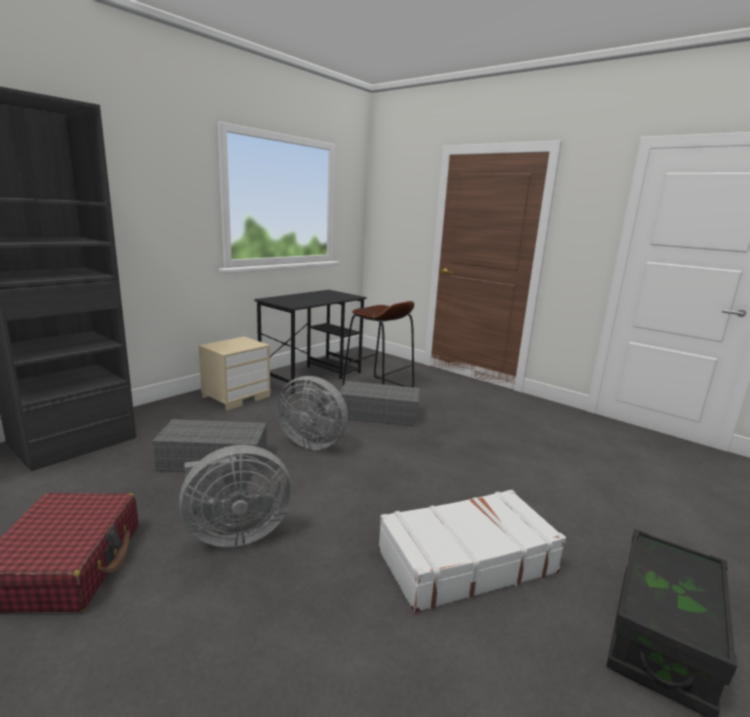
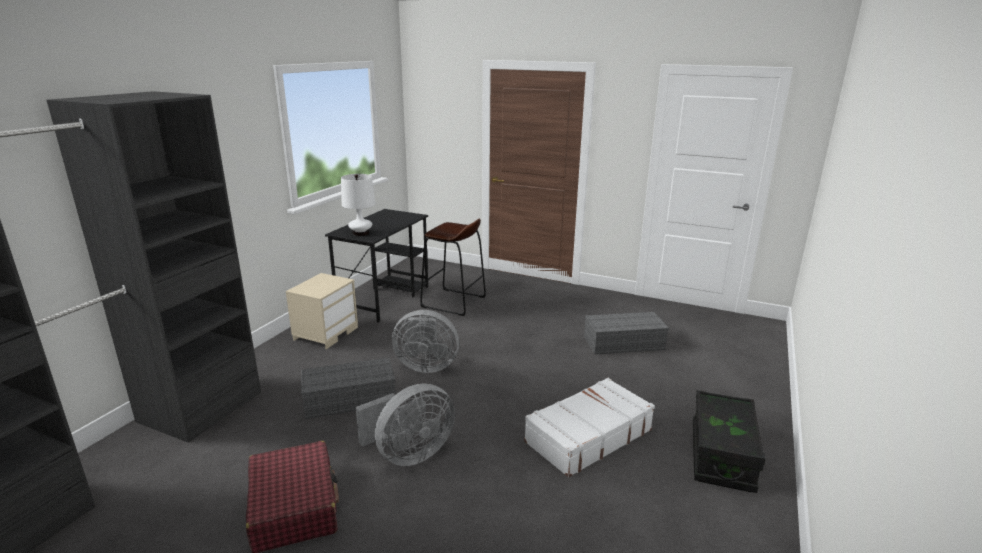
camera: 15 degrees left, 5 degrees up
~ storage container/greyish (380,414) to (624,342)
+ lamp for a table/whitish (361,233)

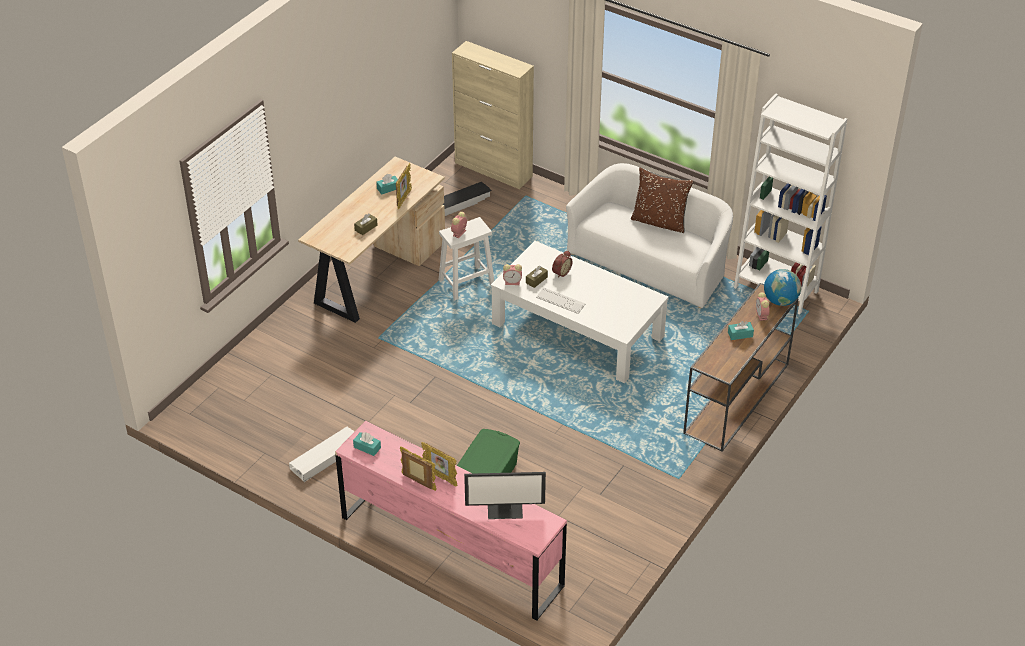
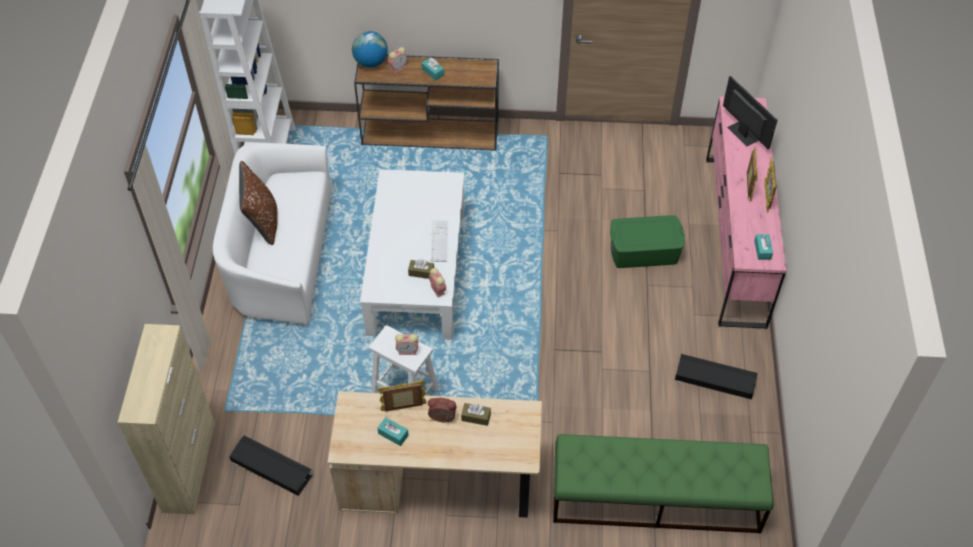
camera: 120 degrees left, 10 degrees up
~ storage container/whitish (326,457) to storage container/blackish (714,379)
~ table clock (560,272) to (442,418)
+ indoor bench/greenish (655,499)

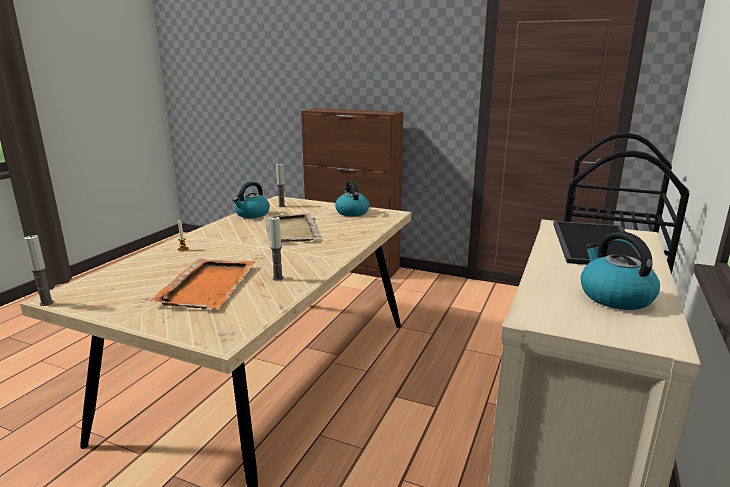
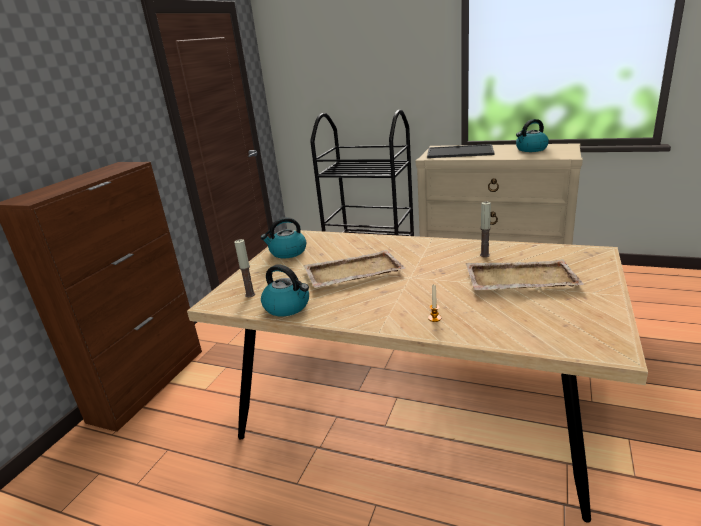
camera: 90 degrees left, 5 degrees up
- wax light (46,303)
~ tray/orangey (209,285) to tray/beige (519,278)

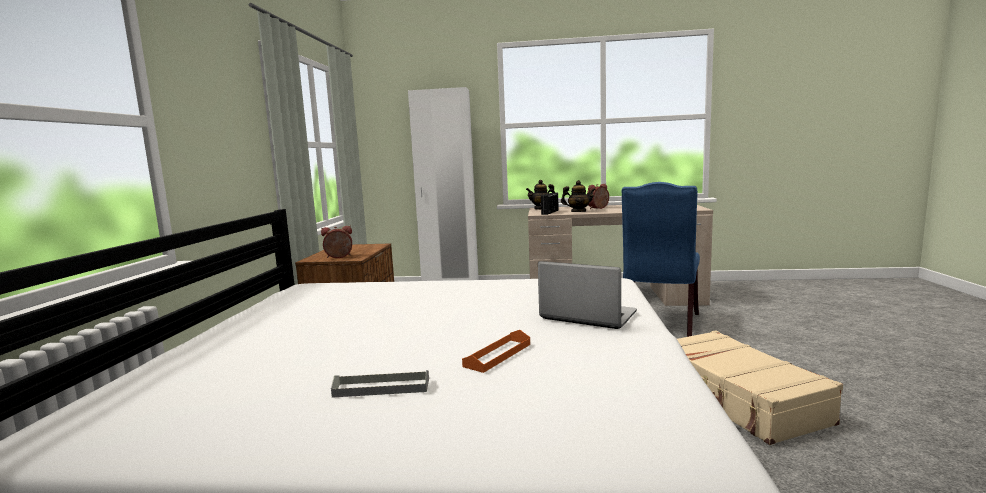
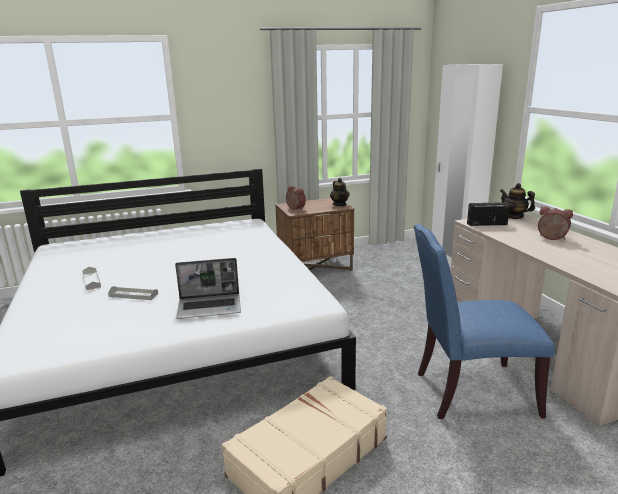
camera: 65 degrees right, 10 degrees up
~ tray/orangey (498,355) to tray/greyish (133,295)
~ laptop (586,316) = (210,307) 75 degrees clockwise
~ pot for tea (578,212) to (339,204)

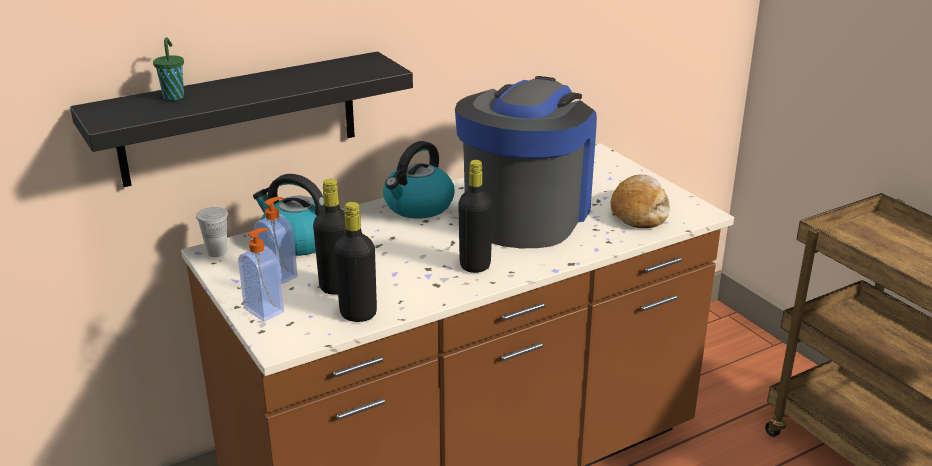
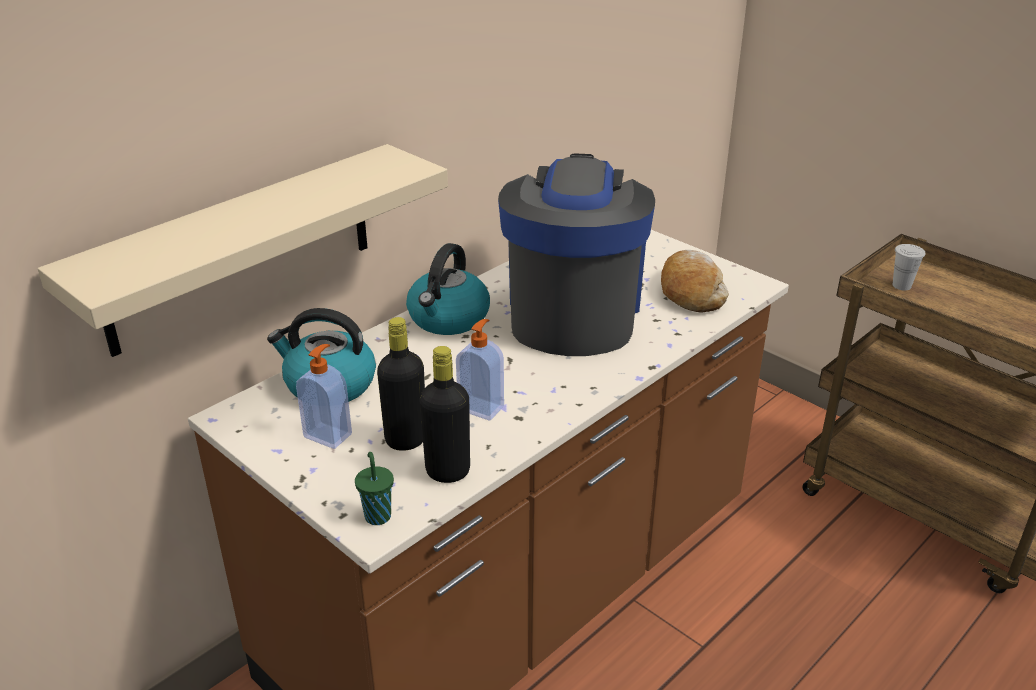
camera: 15 degrees left, 5 degrees up
~ wall shelf/blackish (239,119) to wall shelf/beige (241,248)
~ drinking cup/greenish (174,96) to (377,515)
~ drinking cup/whitish (217,252) to (901,285)
~ soap dispenser (265,310) to (481,407)
- drink bottle/blackish (475,265)

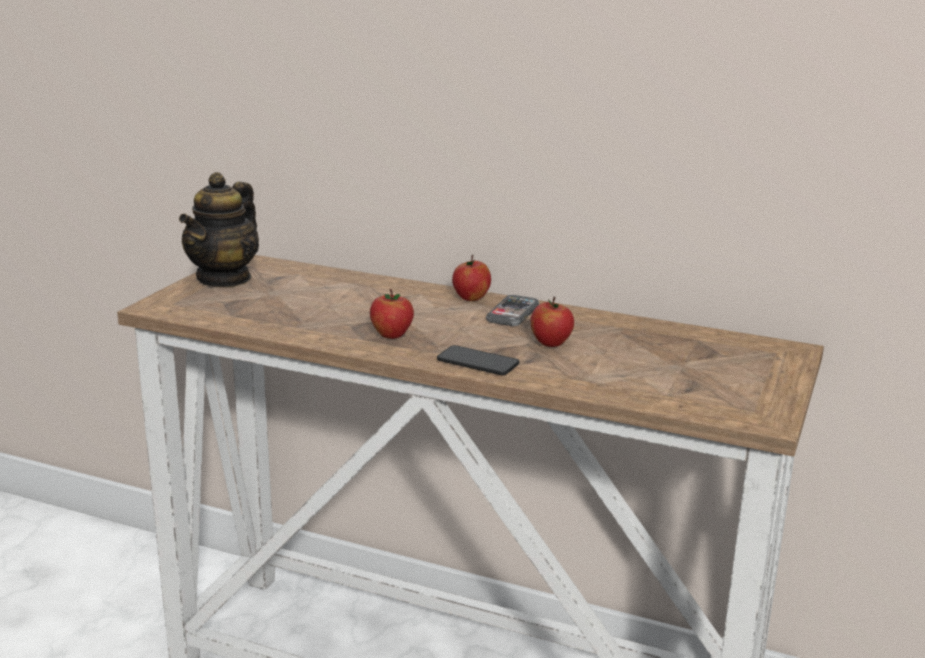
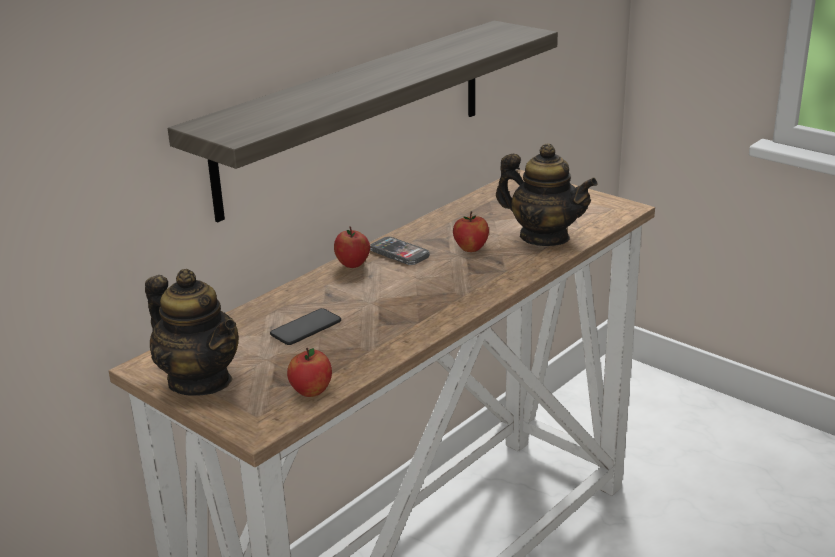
camera: 70 degrees left, 5 degrees up
~ apple fruit (391,335) to (311,391)
~ handset (477,362) to (306,328)
+ wall shelf (356,115)
+ pot for tea (544,237)

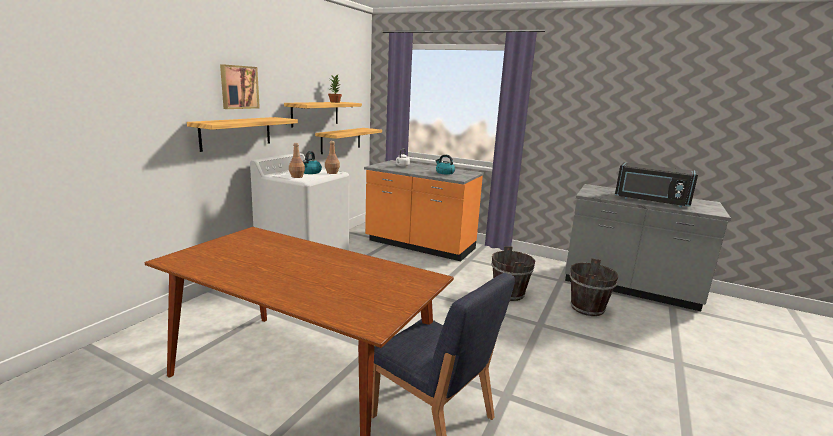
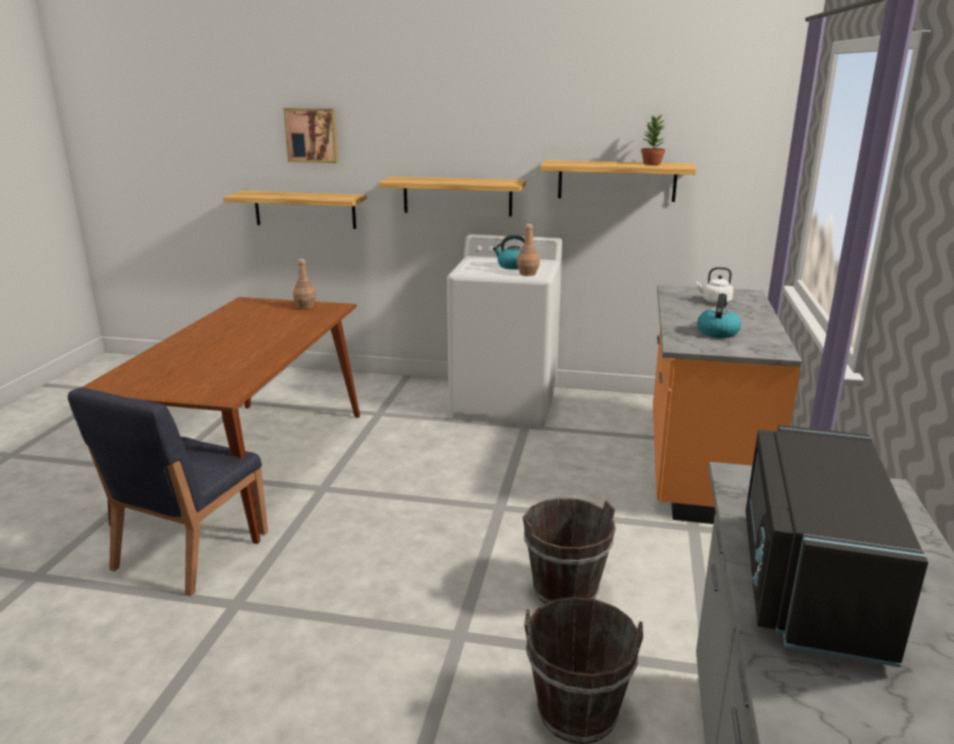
camera: 75 degrees right, 5 degrees up
~ wall picture (239,87) to (312,135)
~ drink bottle/brownish (296,176) to (305,306)
~ wall shelf (341,140) to (305,209)

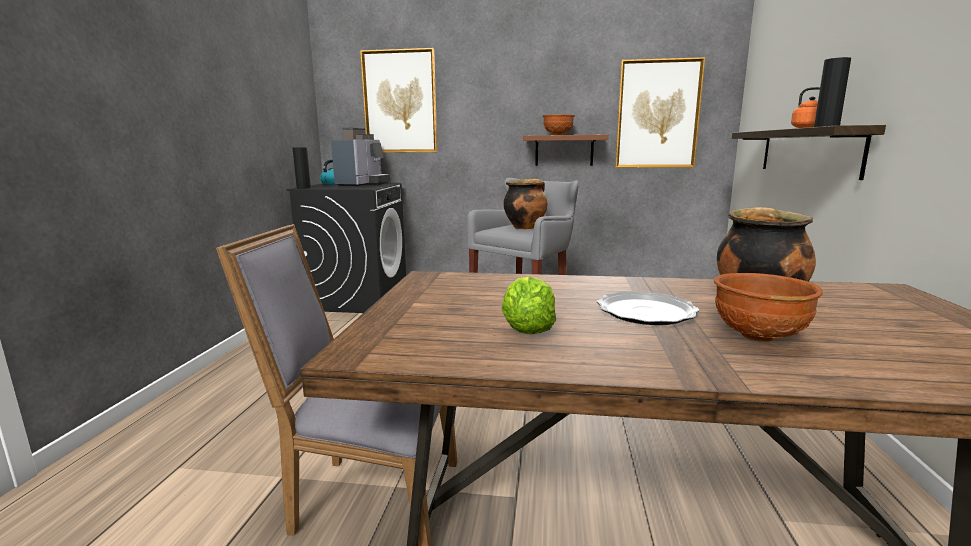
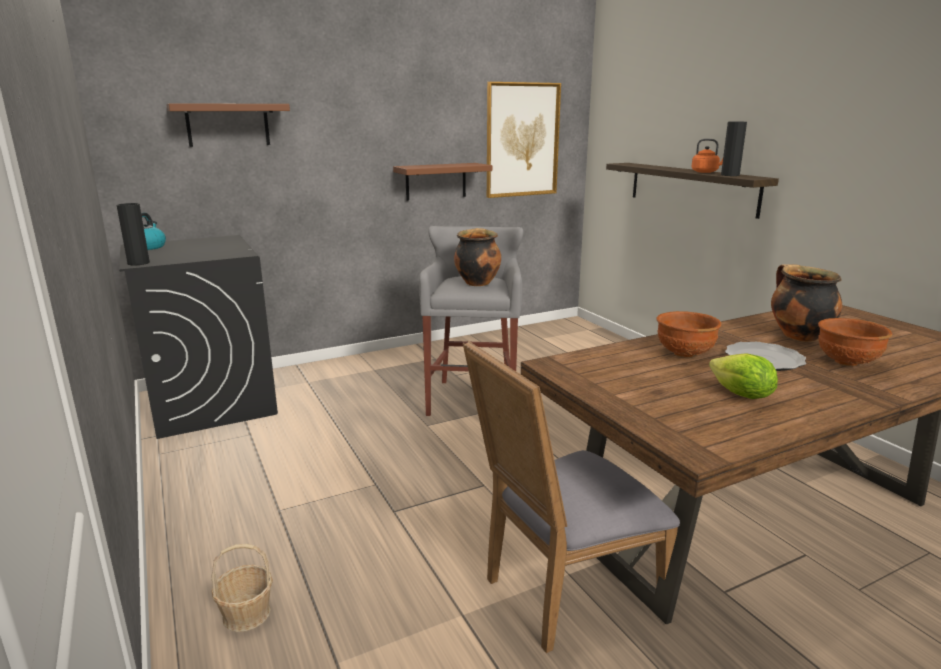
camera: 35 degrees left, 5 degrees up
- coffee brewer (363,184)
~ wall picture (400,102) to wall shelf/brownish (228,125)
~ deep dish/brownish (558,135) to (684,354)
+ basket (246,614)

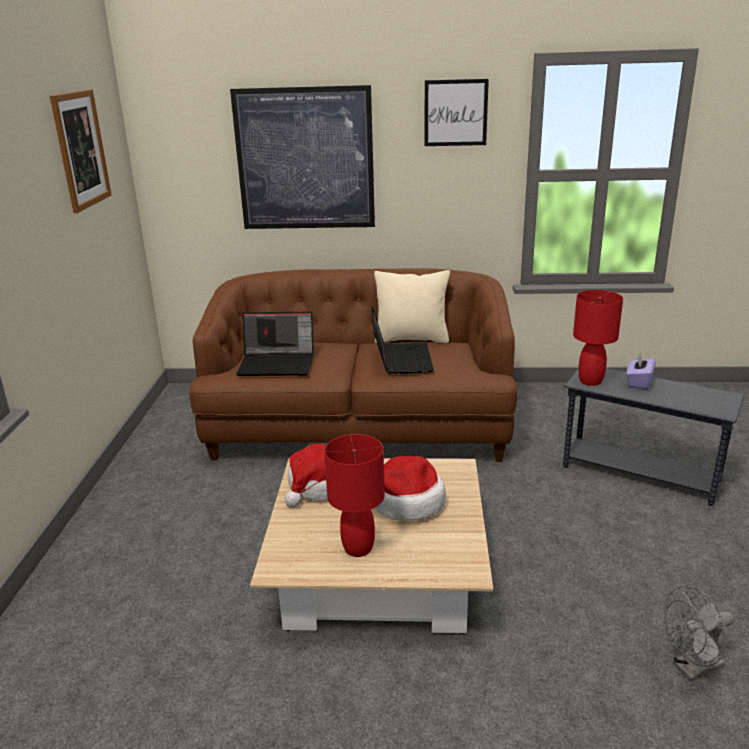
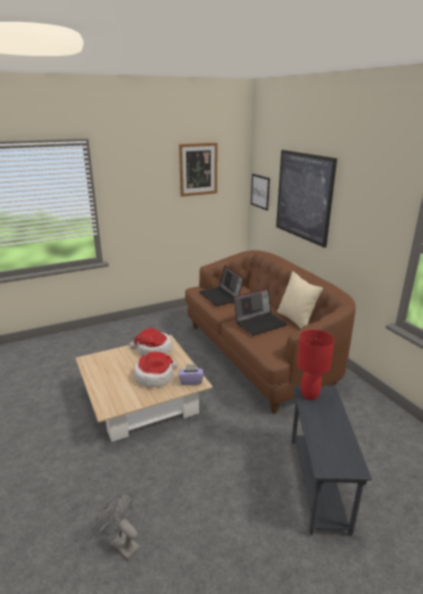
camera: 60 degrees right, 0 degrees up
- lamp for a table/red (357,548)
~ wall picture (455,113) to (260,191)
~ tissue holder/purplish (638,382) to (191,381)

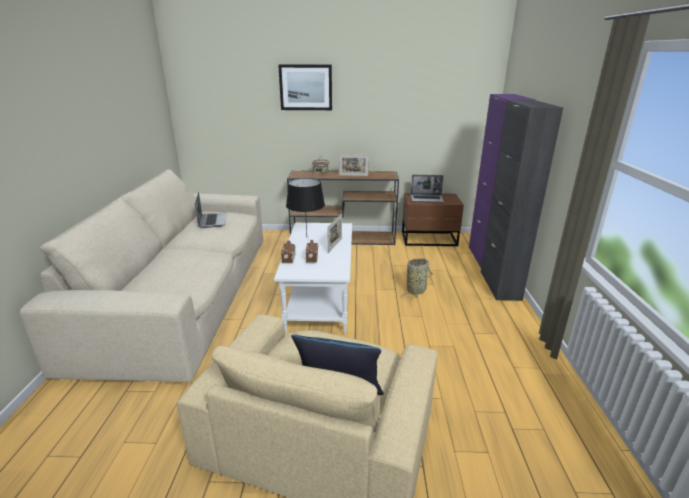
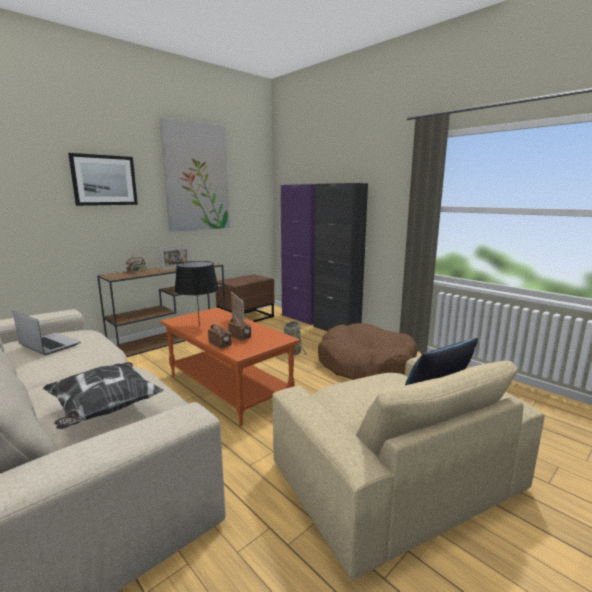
camera: 45 degrees left, 10 degrees down
~ low table/whitish (319,298) to low table/orangey (227,388)
- laptop (427,199)
+ pillow (104,410)
+ wall picture (197,177)
+ dog bed/brownish (366,365)

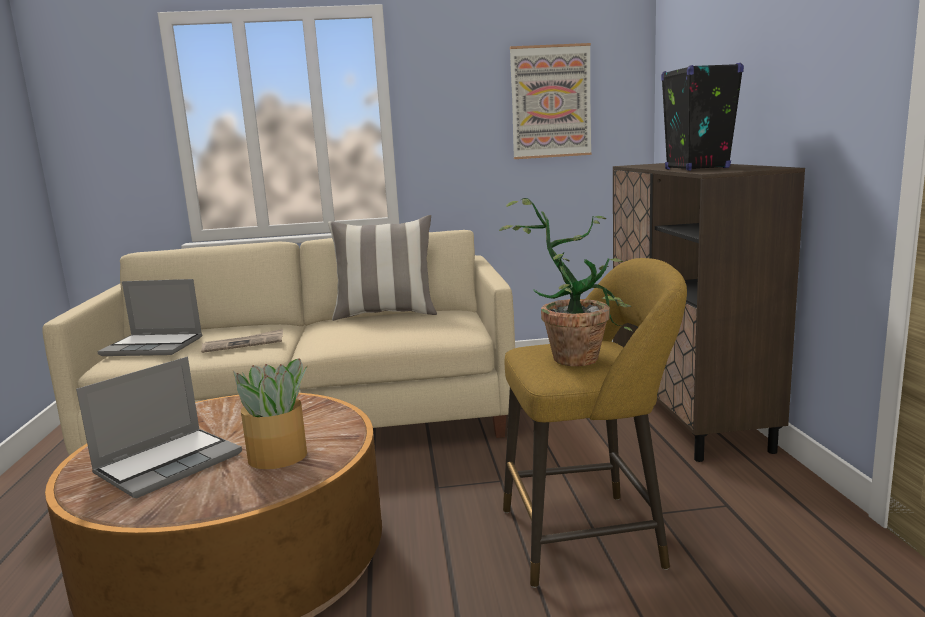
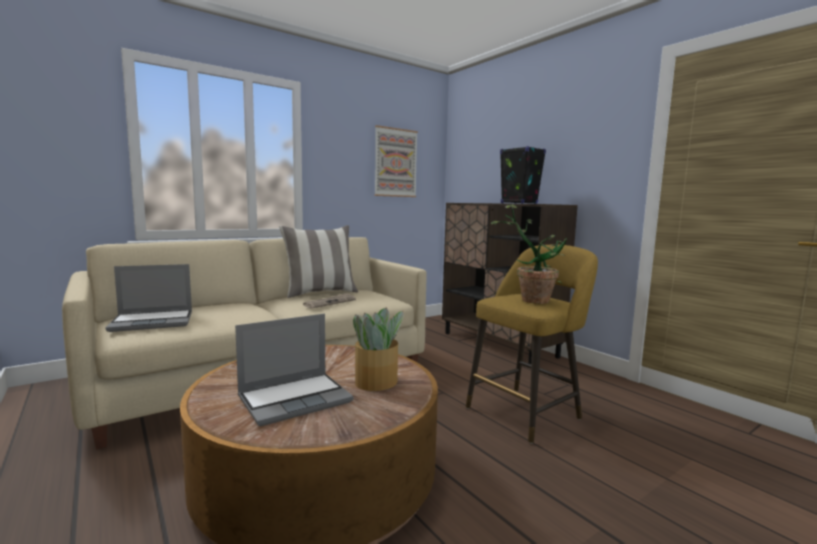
camera: 30 degrees left, 5 degrees down
~ laptop (169,463) = (296,399) 45 degrees clockwise
~ daily paper (244,344) to (330,302)

